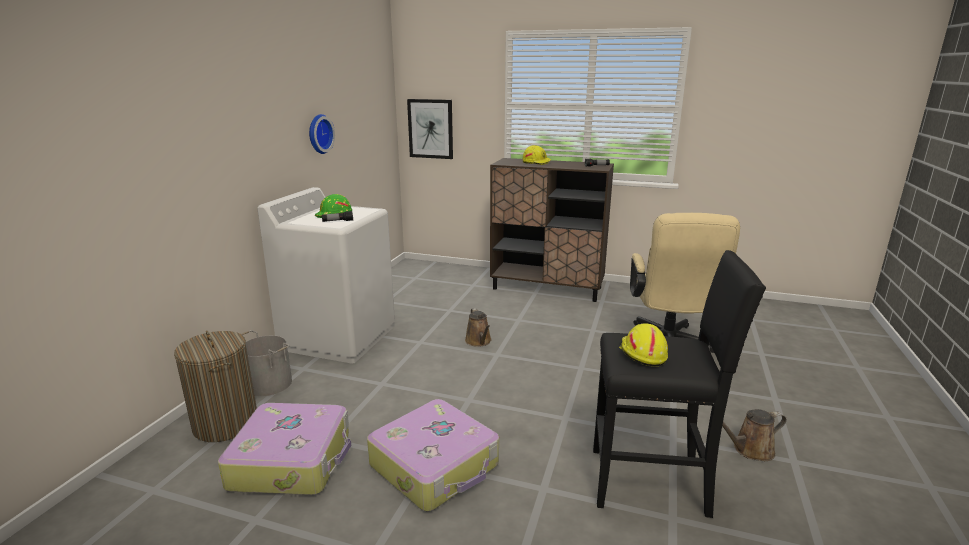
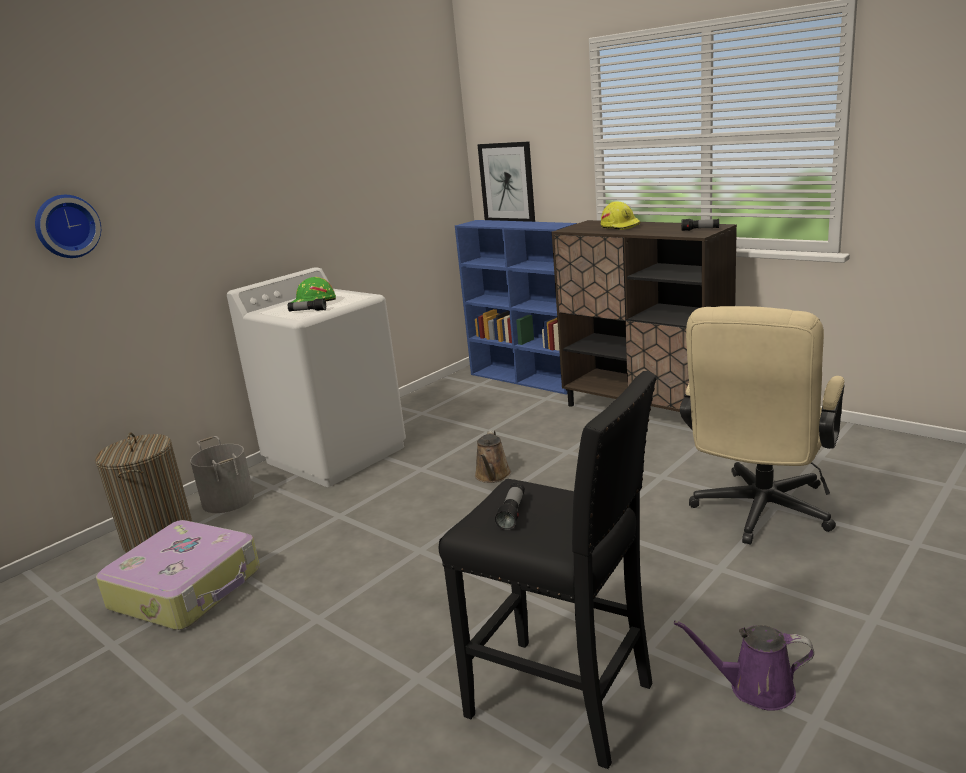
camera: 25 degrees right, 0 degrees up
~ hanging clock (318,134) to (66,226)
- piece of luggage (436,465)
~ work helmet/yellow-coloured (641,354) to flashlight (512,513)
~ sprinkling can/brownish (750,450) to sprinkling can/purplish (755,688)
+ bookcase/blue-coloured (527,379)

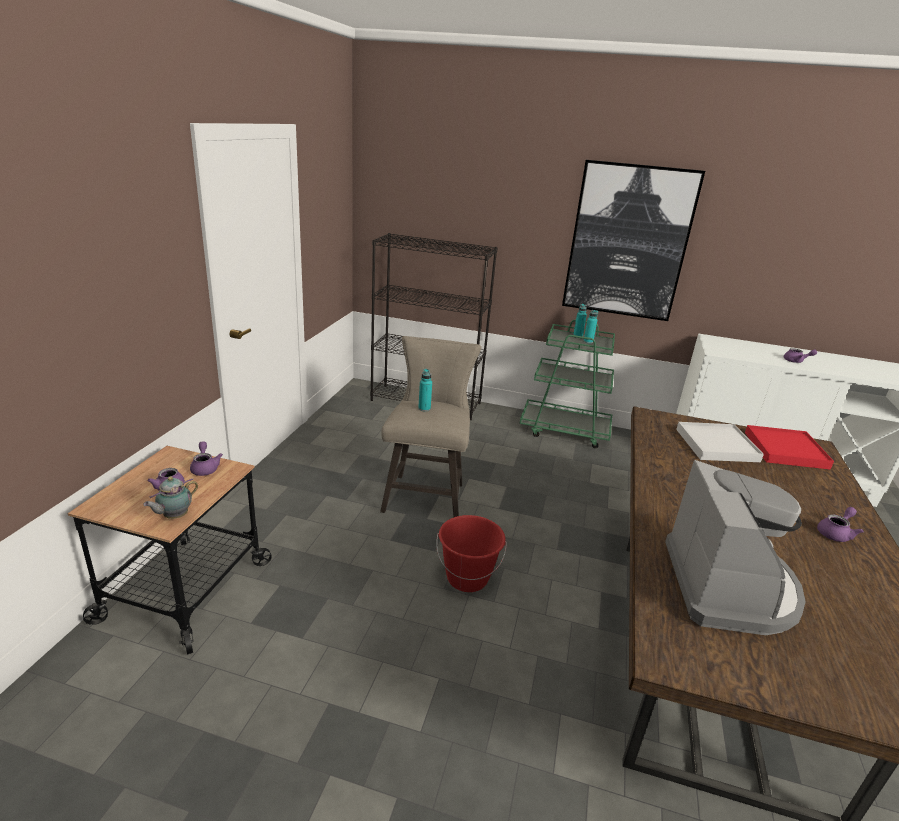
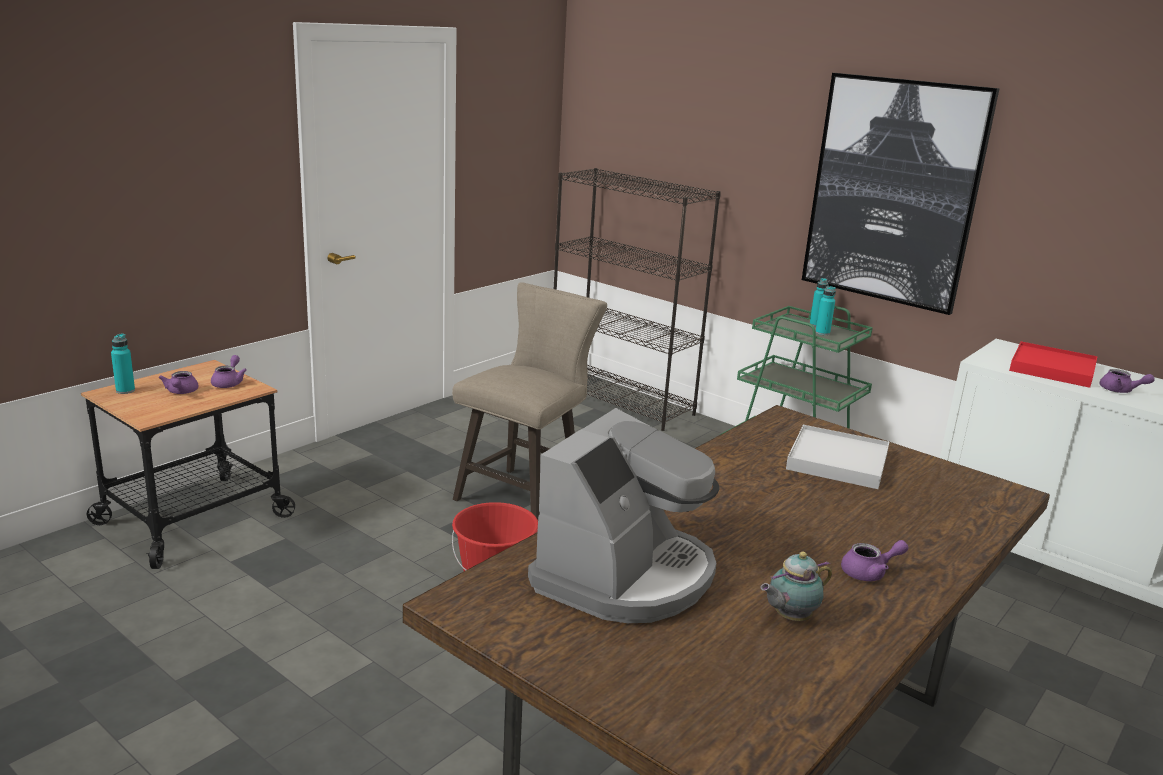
camera: 25 degrees right, 5 degrees down
~ pot for tea (174,516) to (790,617)
~ drink bottle/turquoise-coloured (424,408) to (125,390)
~ tray/red (785,450) to (1052,368)

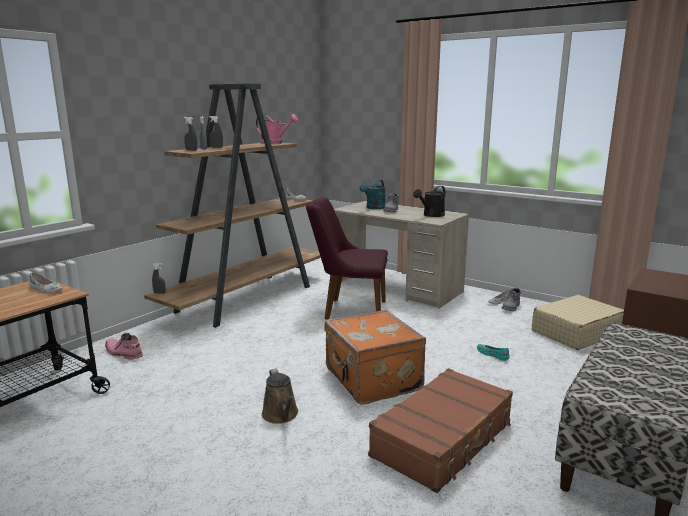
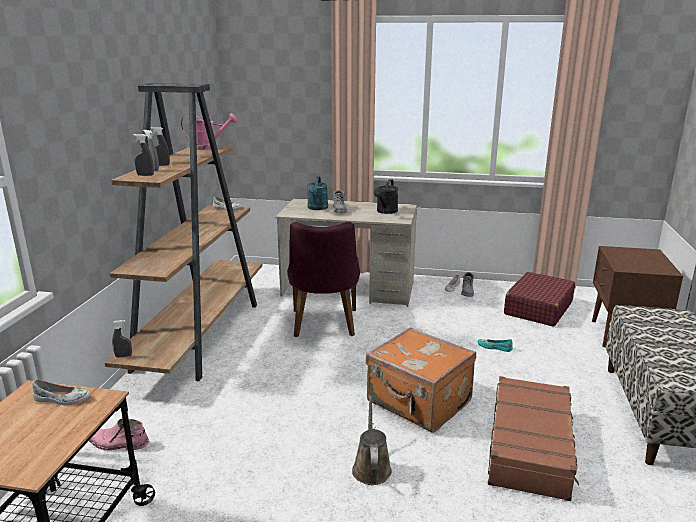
camera: 25 degrees left, 5 degrees up
~ sprinkling can/brownish (281,415) = (371,467) 135 degrees counterclockwise
~ upright chair/purplish (348,310) = (324,326) 75 degrees counterclockwise
~ piece of luggage/beige (575,332) to piece of luggage/red (538,308)

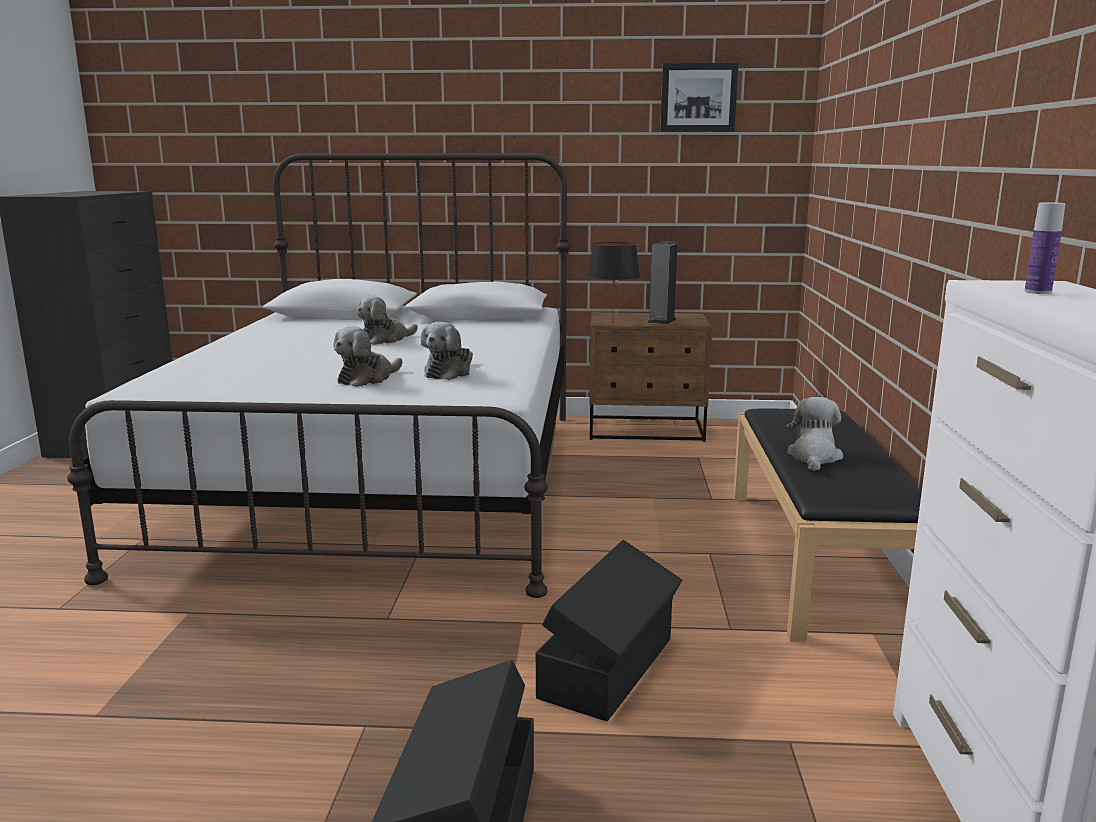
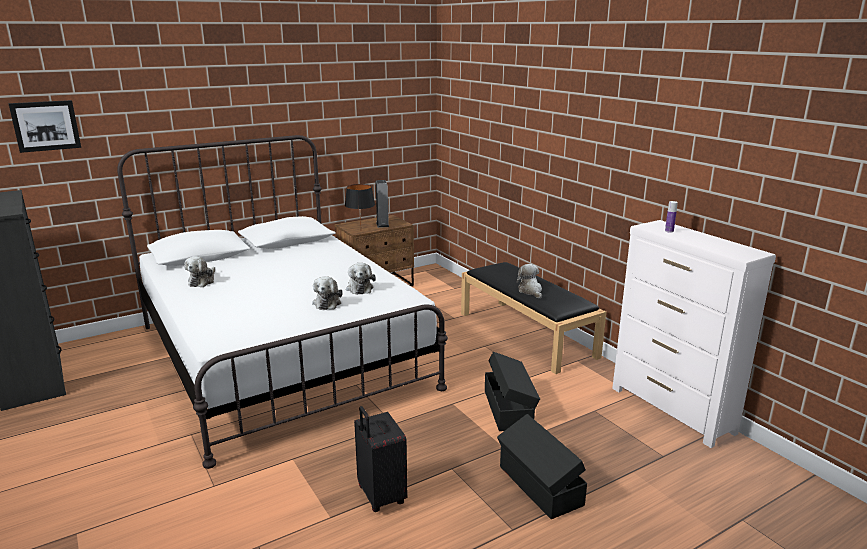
camera: 35 degrees left, 5 degrees up
~ soft toy (385,339) to (202,281)
~ wall picture (698,97) to (46,125)
+ piece of luggage/blackish (380,496)

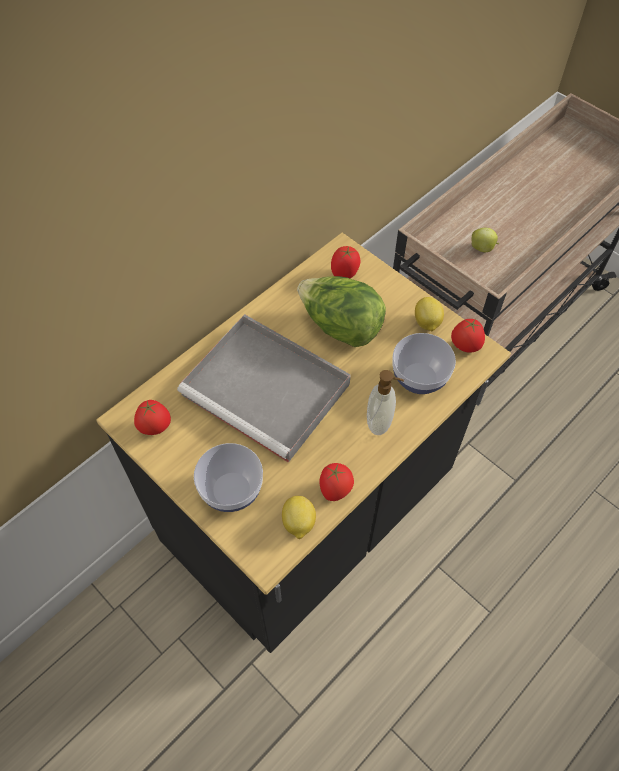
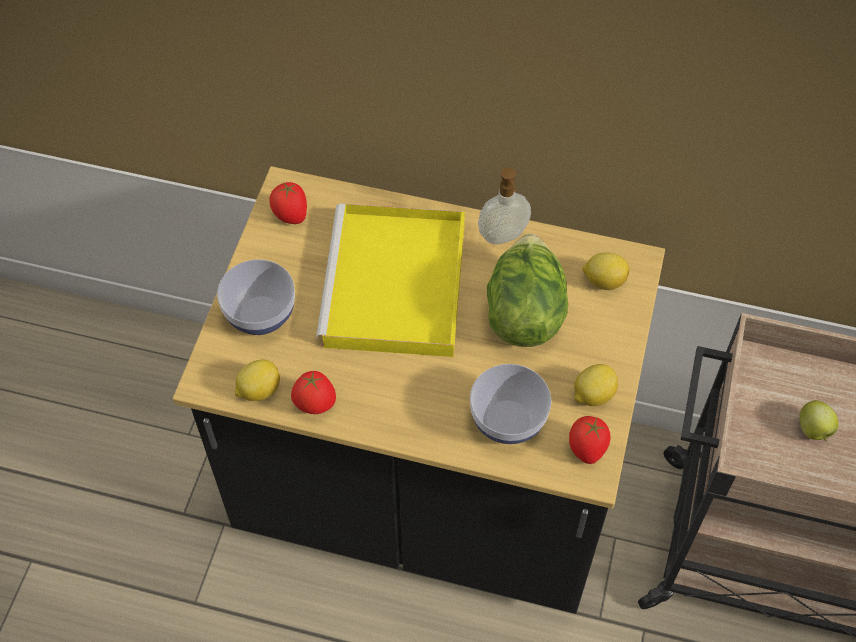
camera: 60 degrees right, 0 degrees up
~ tray/greyish (269,390) to tray/yellow-coloured (396,287)
~ fresh tomato (345,273) to whole lemon (603,280)
~ soap dispenser (380,422) to (503,236)

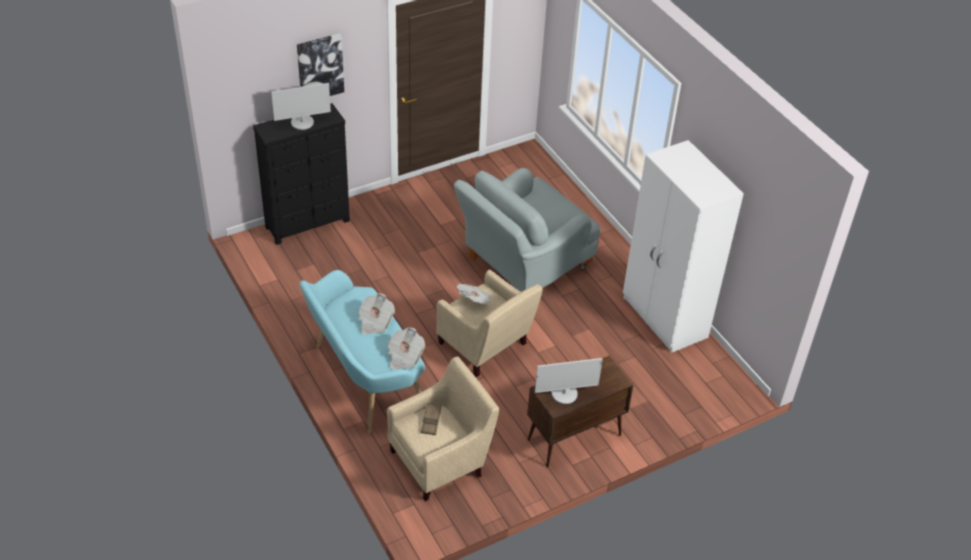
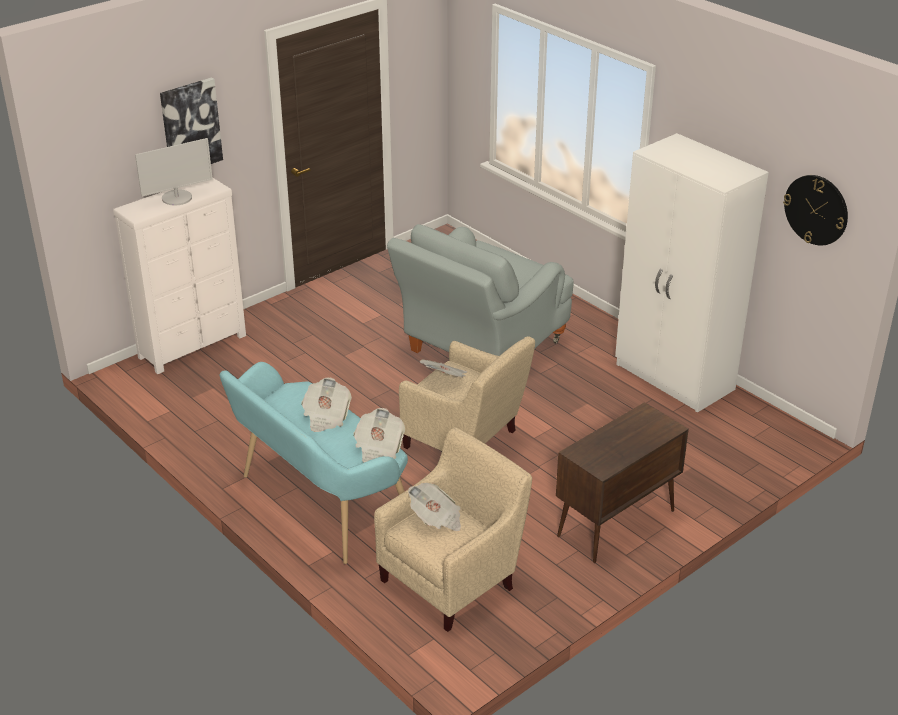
camera: 10 degrees left, 10 degrees down
~ drawer chest/blackish (308,224) to drawer chest/whitish (194,347)
~ tray/brownish (431,420) to daily paper (436,519)
- computer screen (564,394)
+ hanging clock (816,209)

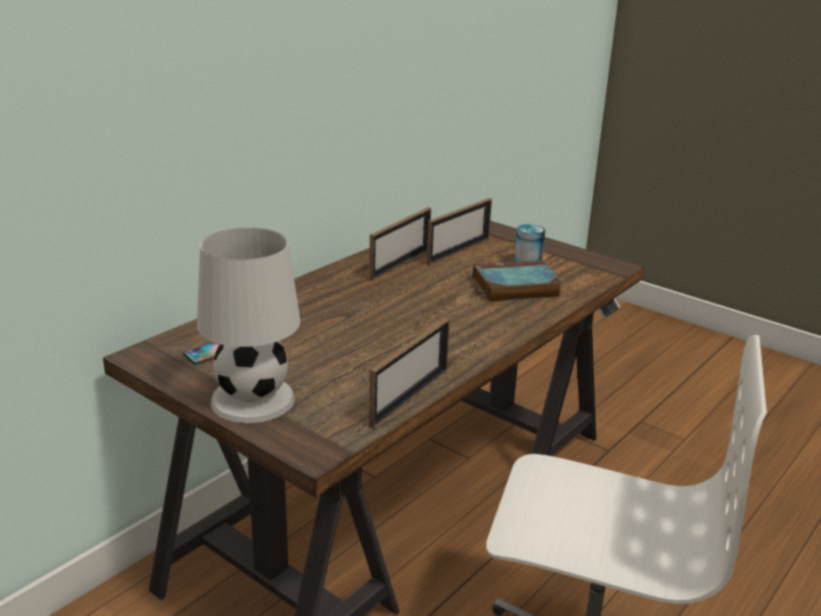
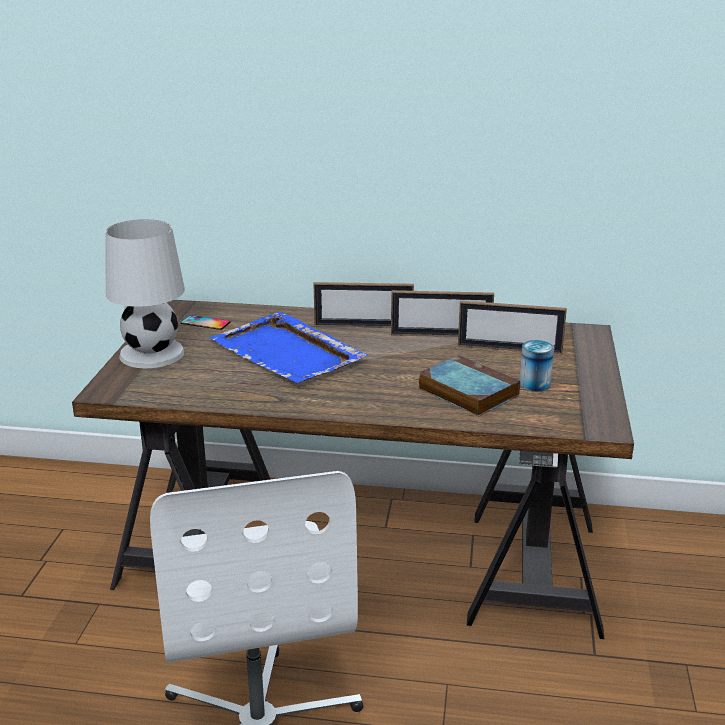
camera: 60 degrees right, 0 degrees up
~ standing frame (409,397) to (363,326)
+ tray/blue-coloured (288,353)

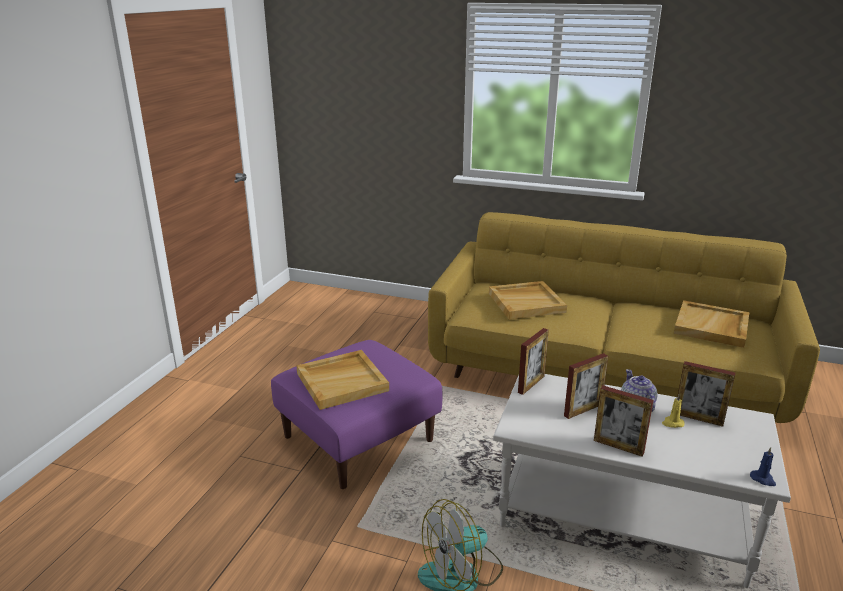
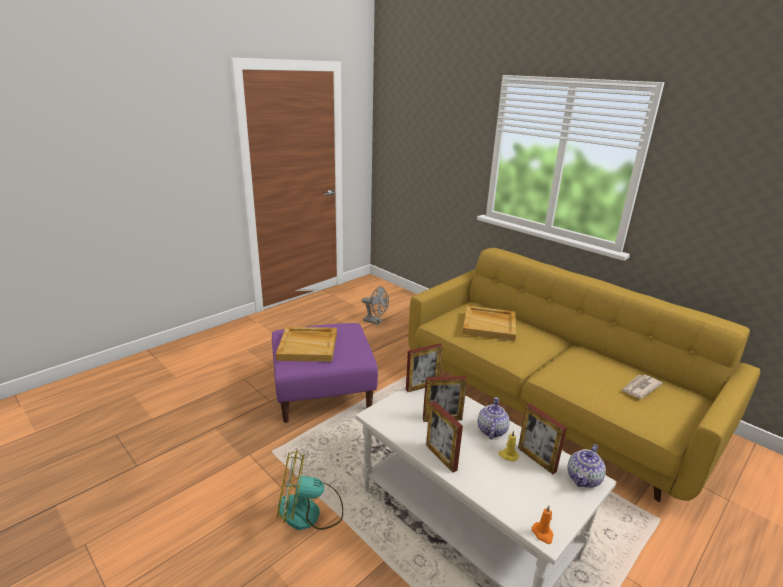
camera: 25 degrees right, 0 degrees up
~ tray/beige (711,327) to daily paper (640,388)
~ wax light/blue-coloured (763,479) to wax light/orangey (543,534)
+ fan/greyish (375,321)
+ pot for tea (584,479)

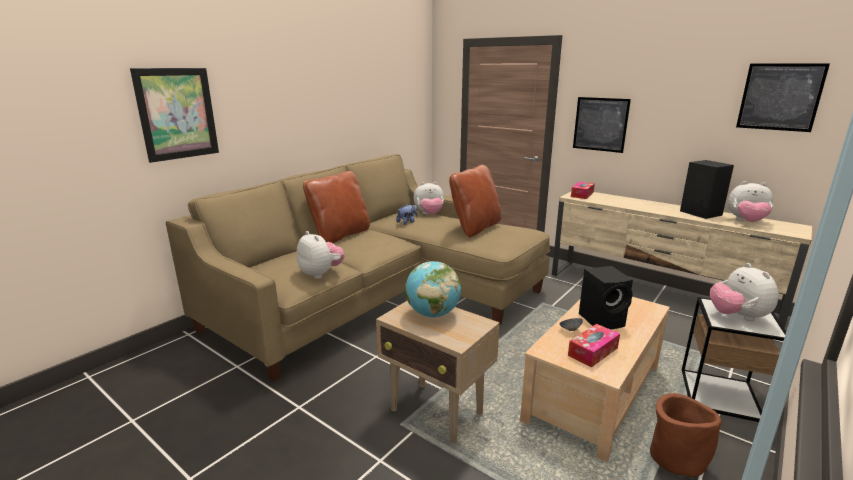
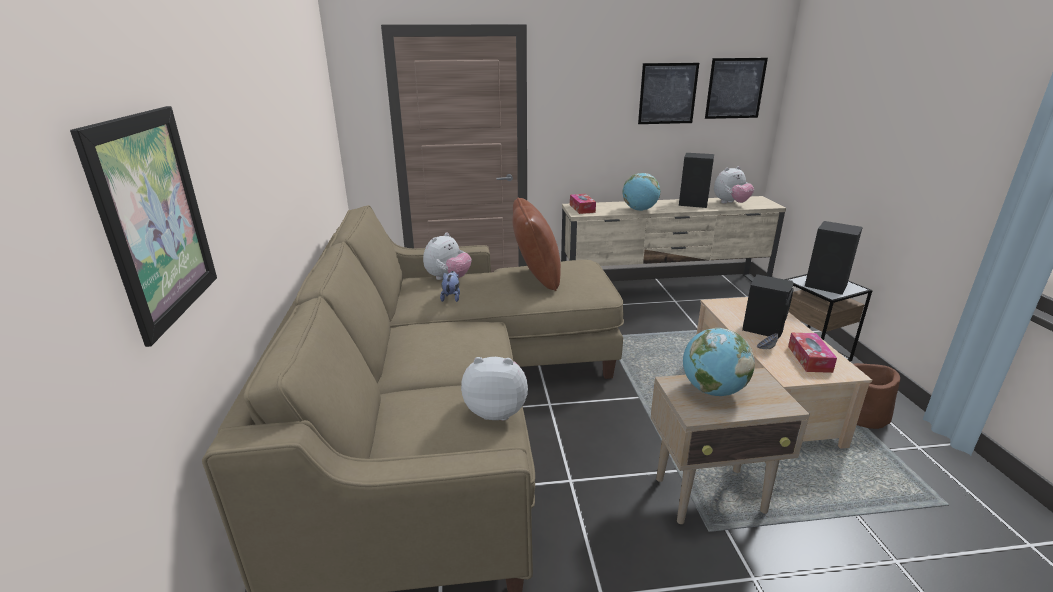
camera: 45 degrees left, 5 degrees up
- pillow/brownish (340,235)
~ wall picture (600,124) to (667,93)
~ soft toy (737,316) to speaker/blackish (827,285)
+ world globe (639,210)

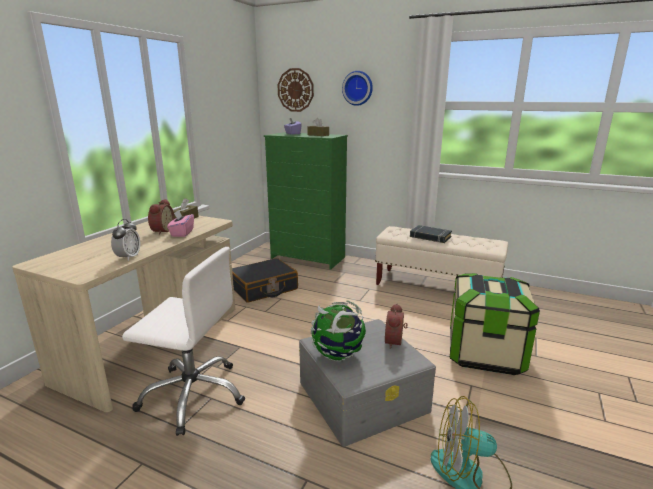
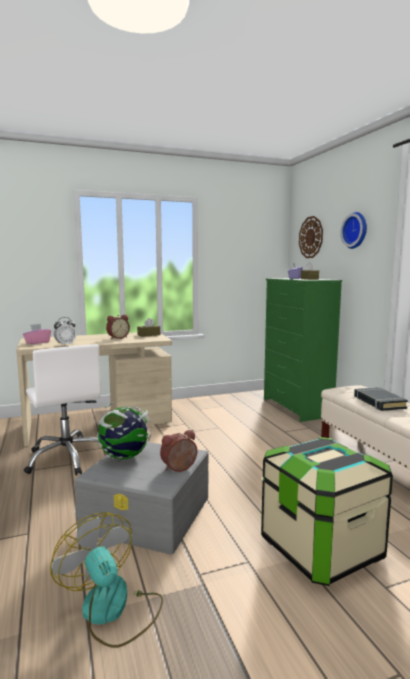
camera: 45 degrees right, 10 degrees down
~ tissue holder/pinkish (182,233) to (37,342)
- piece of luggage/blackish (264,288)

